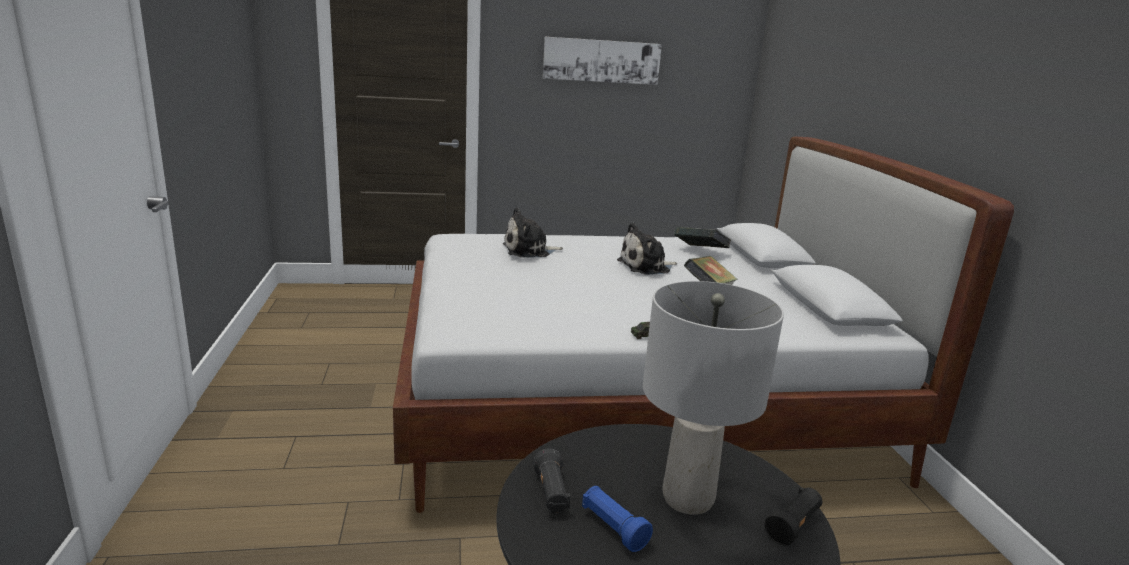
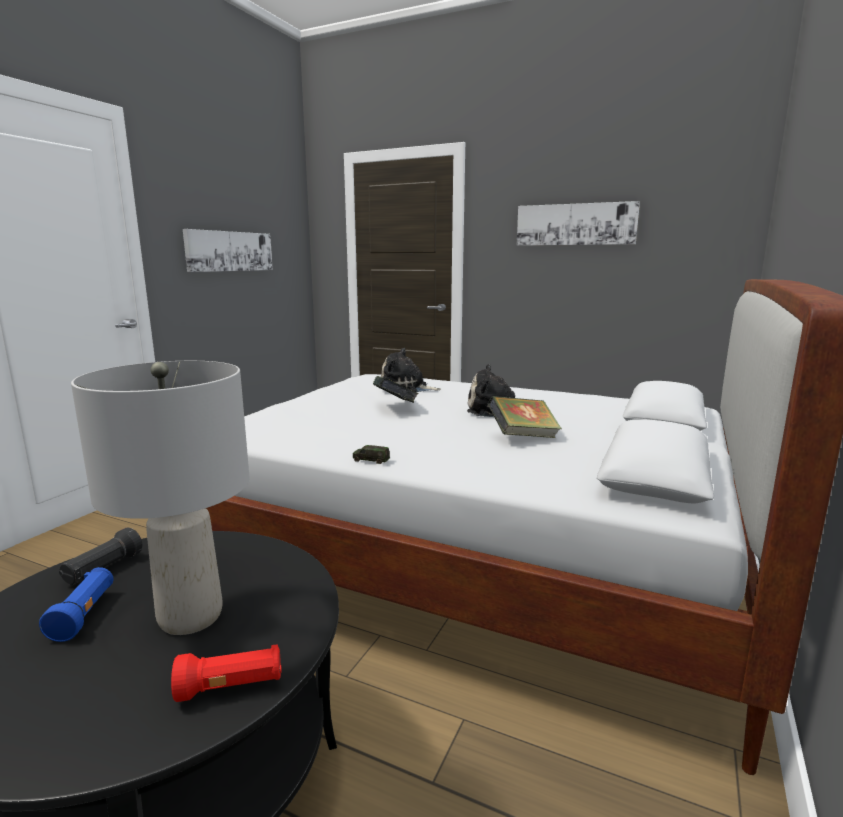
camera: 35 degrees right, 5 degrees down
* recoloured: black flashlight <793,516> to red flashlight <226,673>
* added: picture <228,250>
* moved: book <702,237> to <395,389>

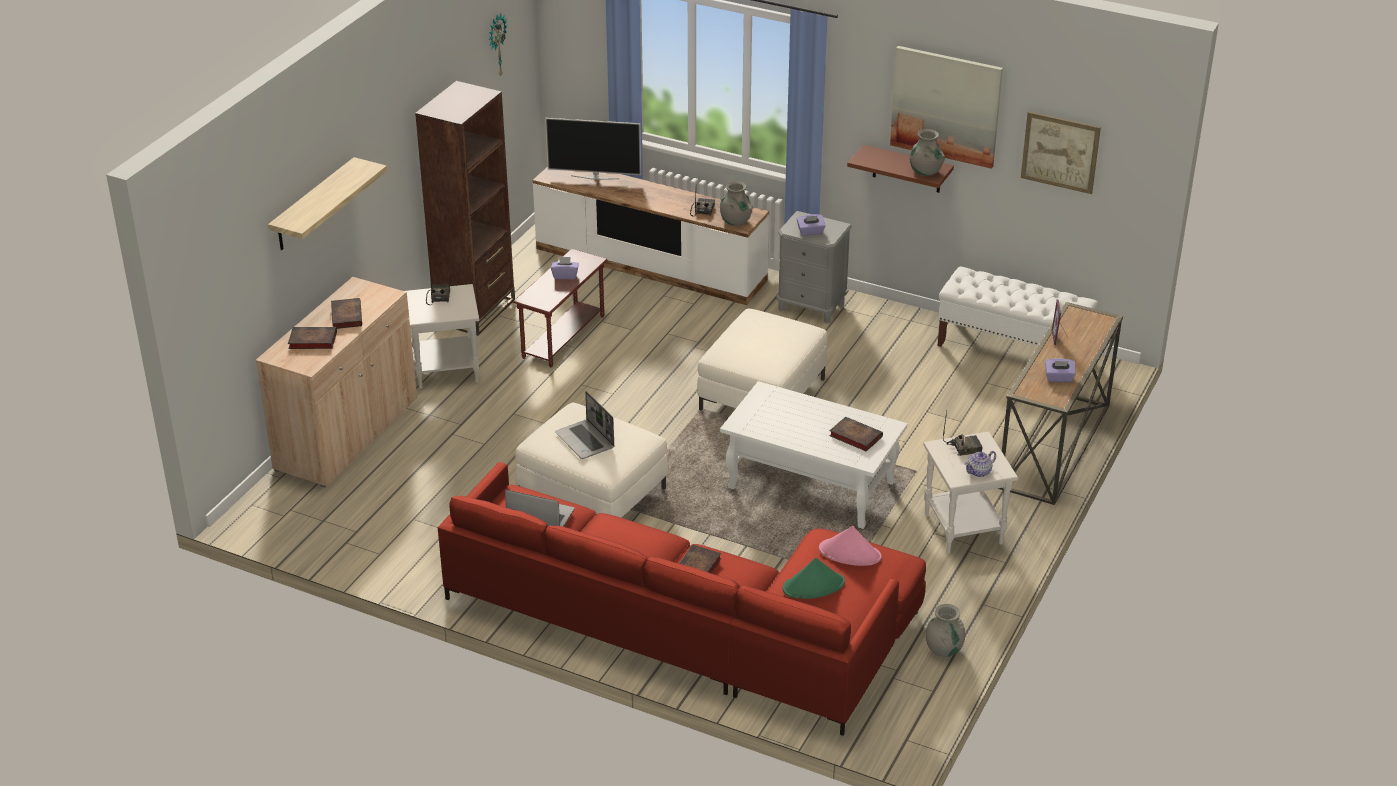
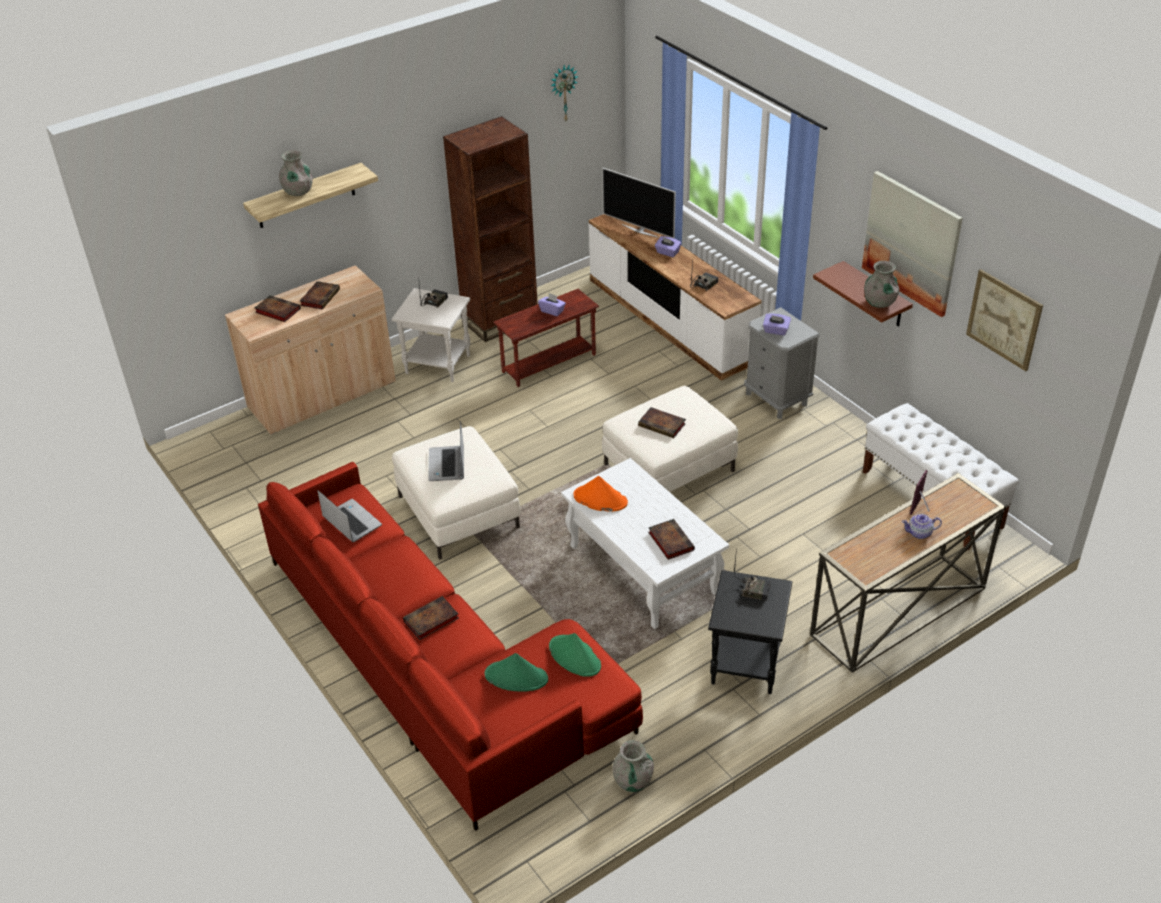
camera: 30 degrees right, 5 degrees up
* moved: grey vase <736,203> to <296,173>
* recoloured: pink hat <850,546> to green hat <575,655>
* added: orange hat <601,494>
* added: book <662,422>
* moved: purple tissue box <1060,370> to <668,246>
* recoloured: white side table <970,492> to black side table <750,632>
* moved: teapot <980,464> to <922,526>

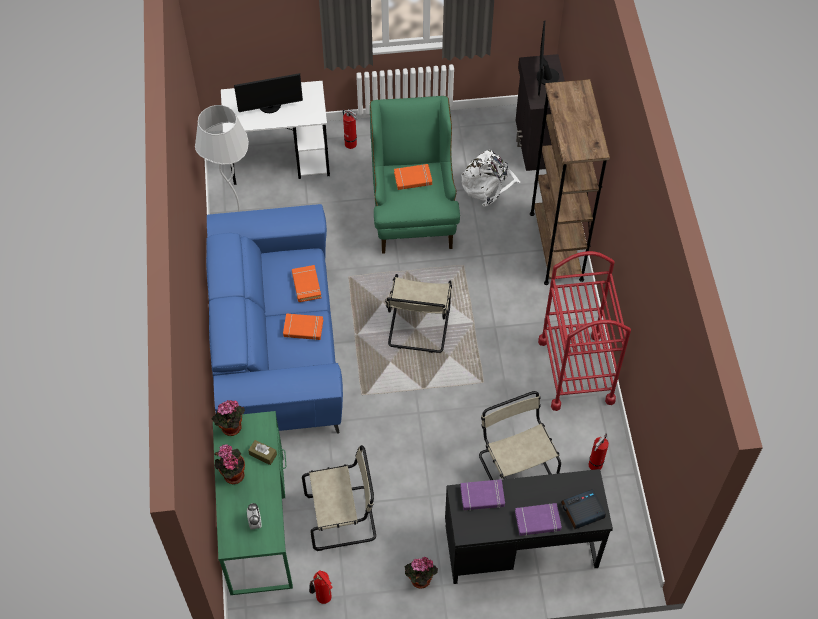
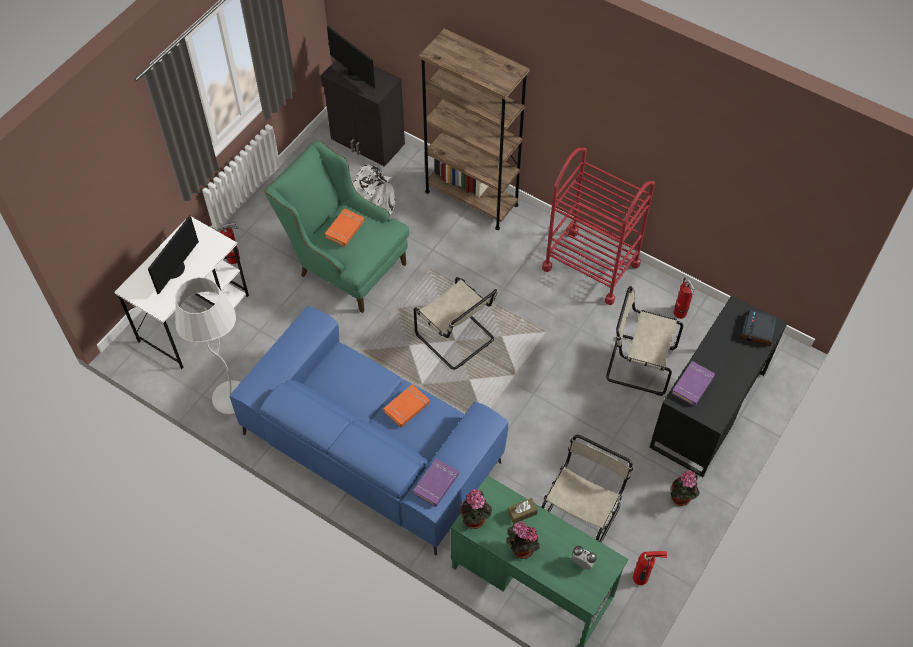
camera: 50 degrees left, 0 degrees up
* moved: purple book <538,519> to <436,482>
* removed: orange book <307,283>

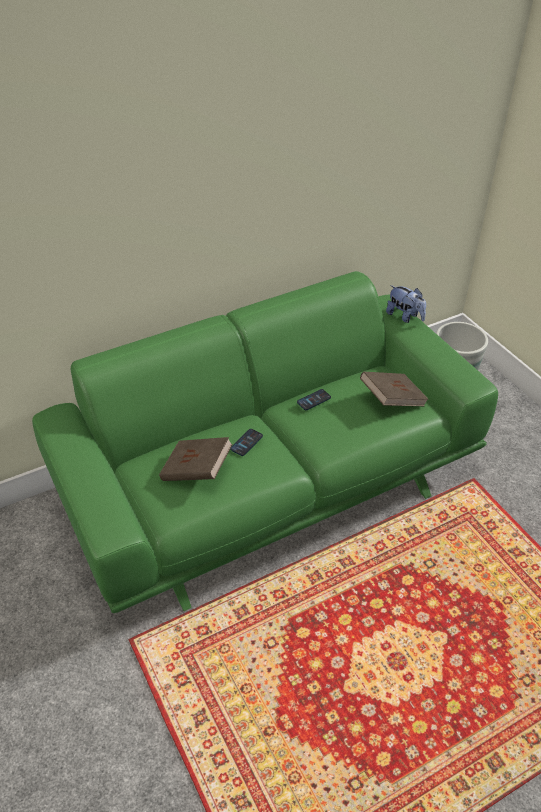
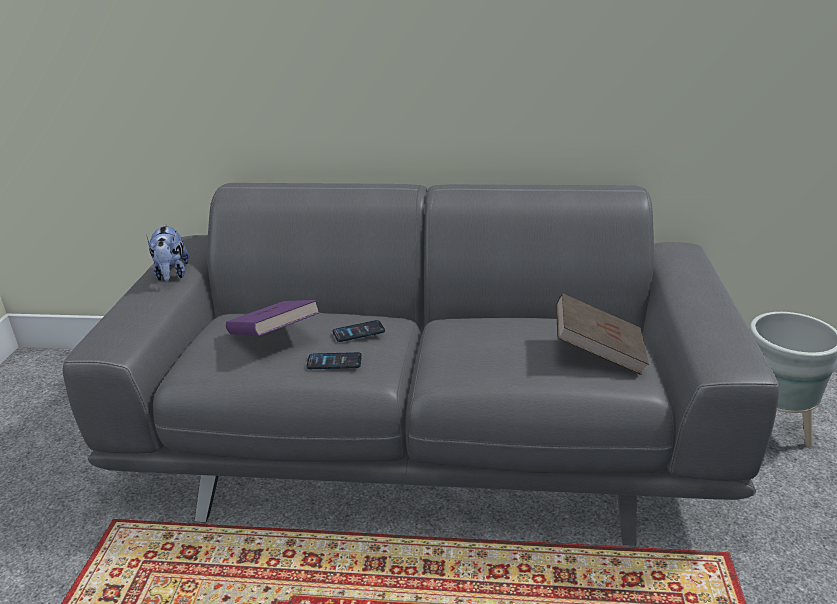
camera: 35 degrees right, 15 degrees down
* recoloured: green sofa <265,442> to grey sofa <420,364>
* moved: plush toy <406,304> to <167,252>
* recoloured: brown book <196,459> to purple book <273,318>
* moved: phone <314,399> to <334,360>

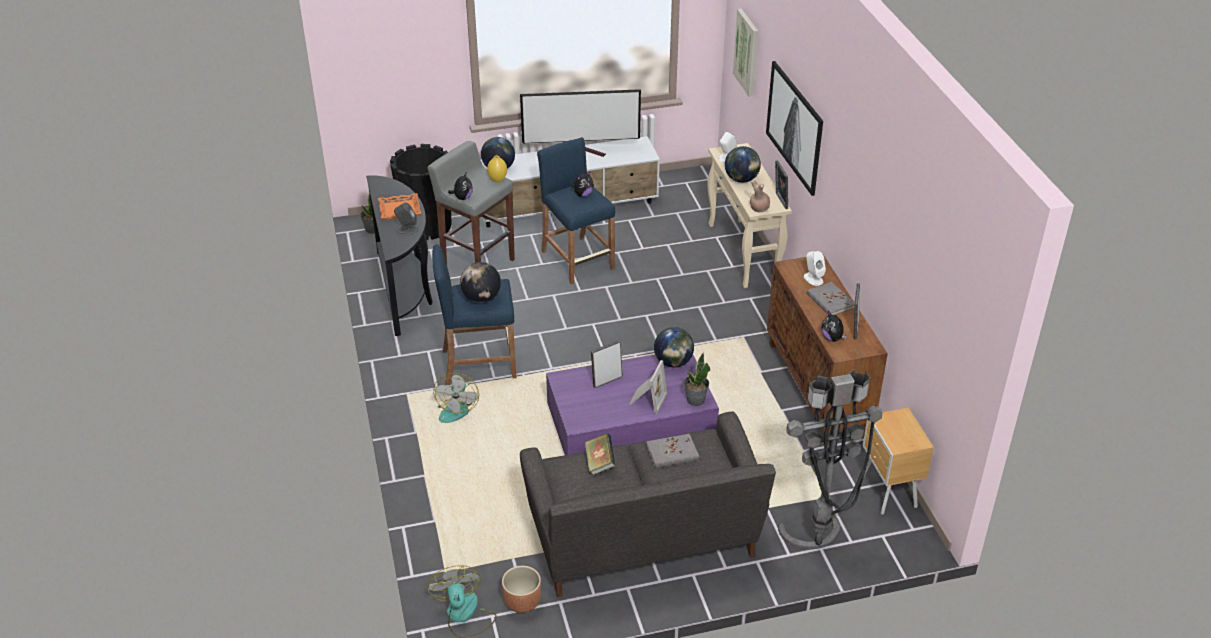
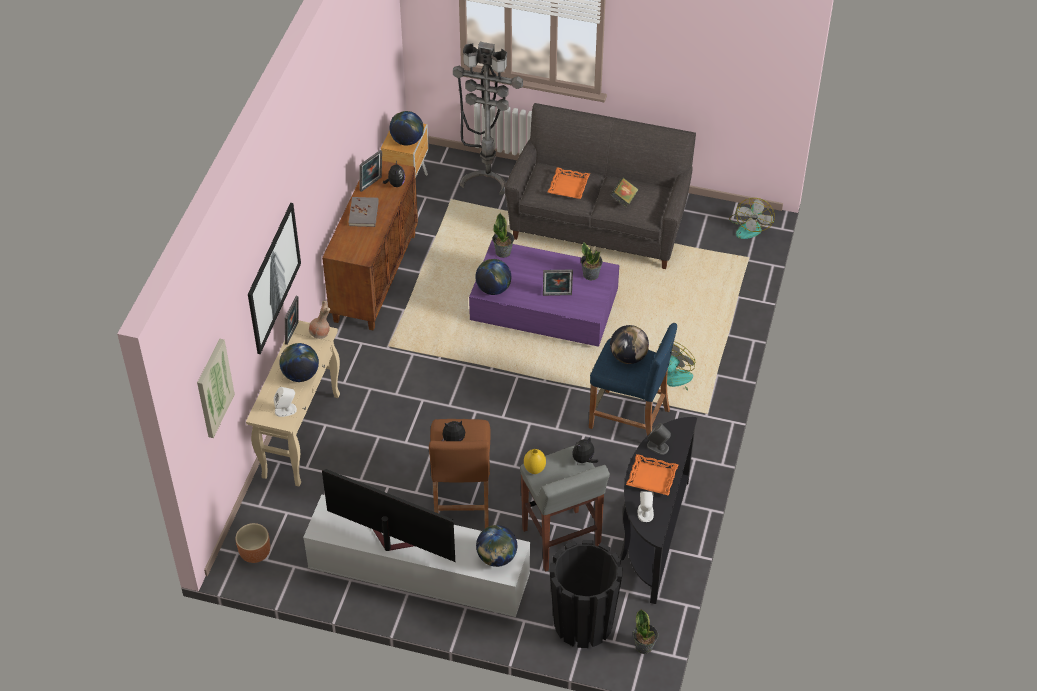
camera: 150 degrees left, 10 degrees up
* moved: brown planter <521,589> to <253,543>
* added: globe <407,128>
* recoloured: blue stool <576,211> to brown stool <460,473>
* replaced: grey book <672,451> to orange tray <569,183>
* added: potted plant <592,261>
* moved: white speaker <815,268> to <646,507>
* removed: picture frame <648,387>

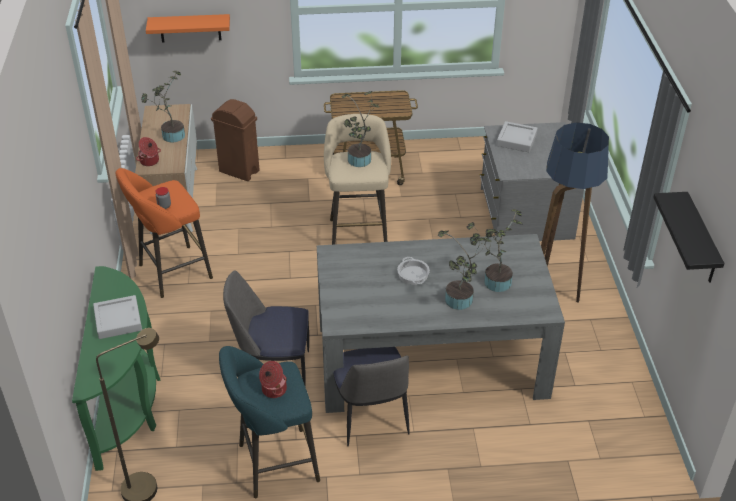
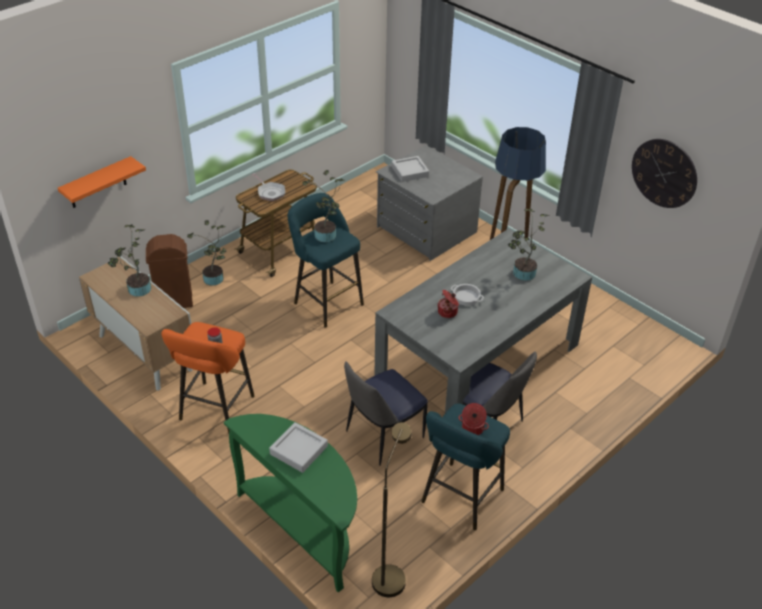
camera: 40 degrees left, 0 degrees up
* moved: potted plant <464,266> to <207,253>
* added: frying pan <268,187>
* recoloured: beige stool <357,179> to turquoise stool <326,260>
* moved: cooking pot <148,151> to <448,304>
* replaced: black shelf <688,237> to wall clock <664,173>

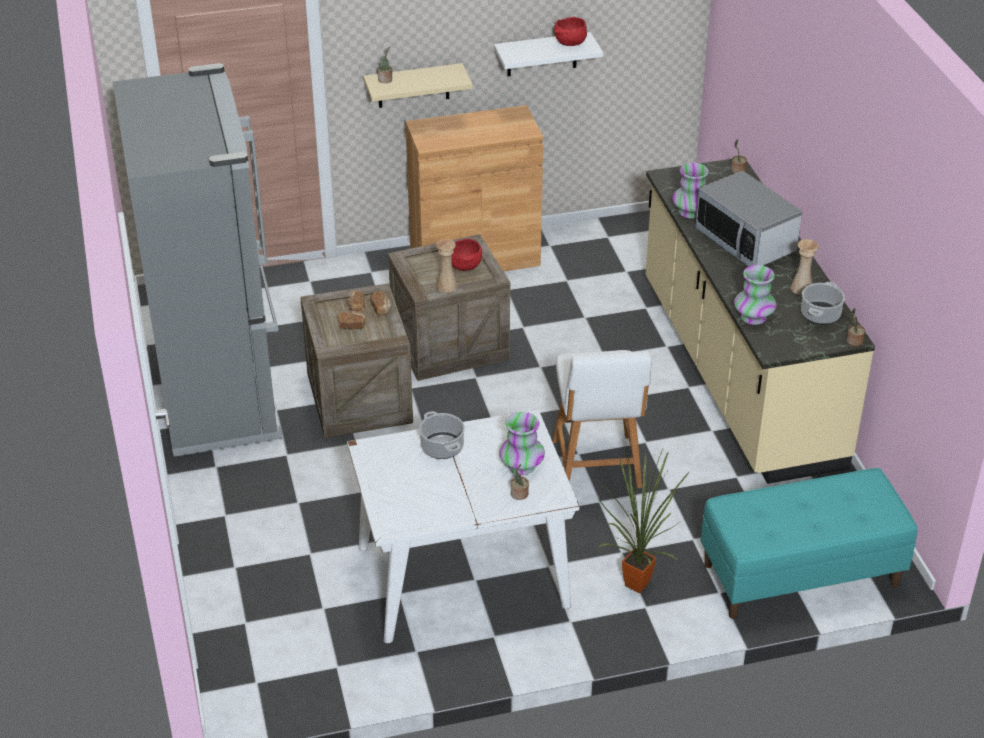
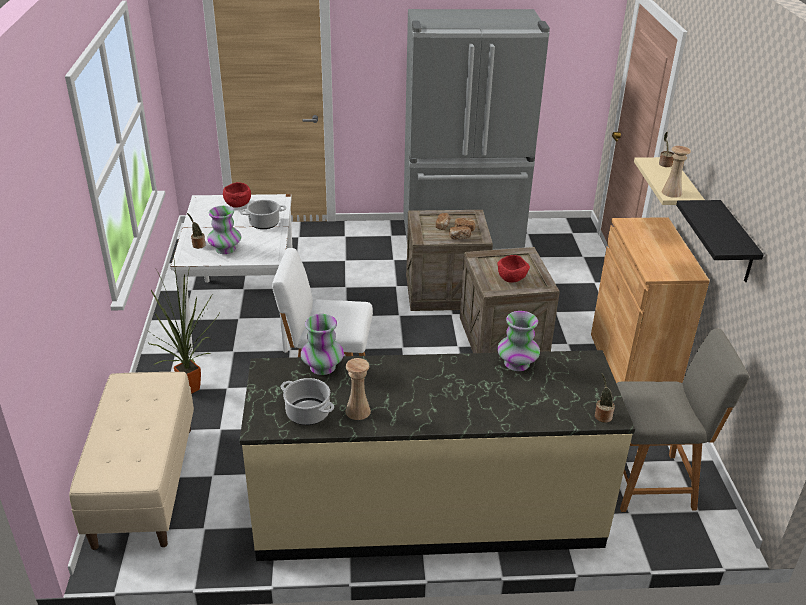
camera: 100 degrees right, 5 degrees down
* recoloured: turquoise bench <809,543> to beige bench <131,461>
* moved: red bowl <570,31> to <237,195>
* added: grey chair <683,420>
* moved: beige vase <446,265> to <676,172>
* recoloured: white shelf <548,54> to black shelf <720,241>
* removed: microwave <749,219>
* removed: potted plant <856,327>

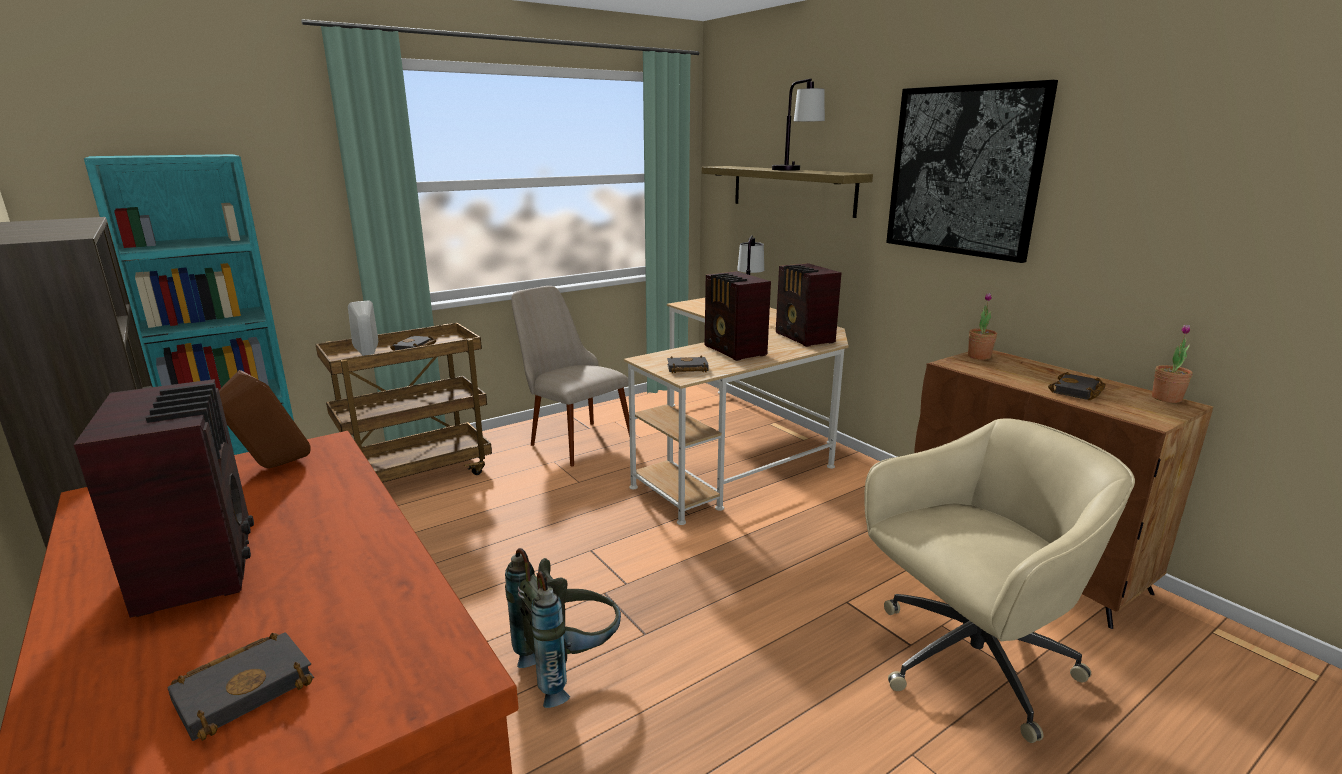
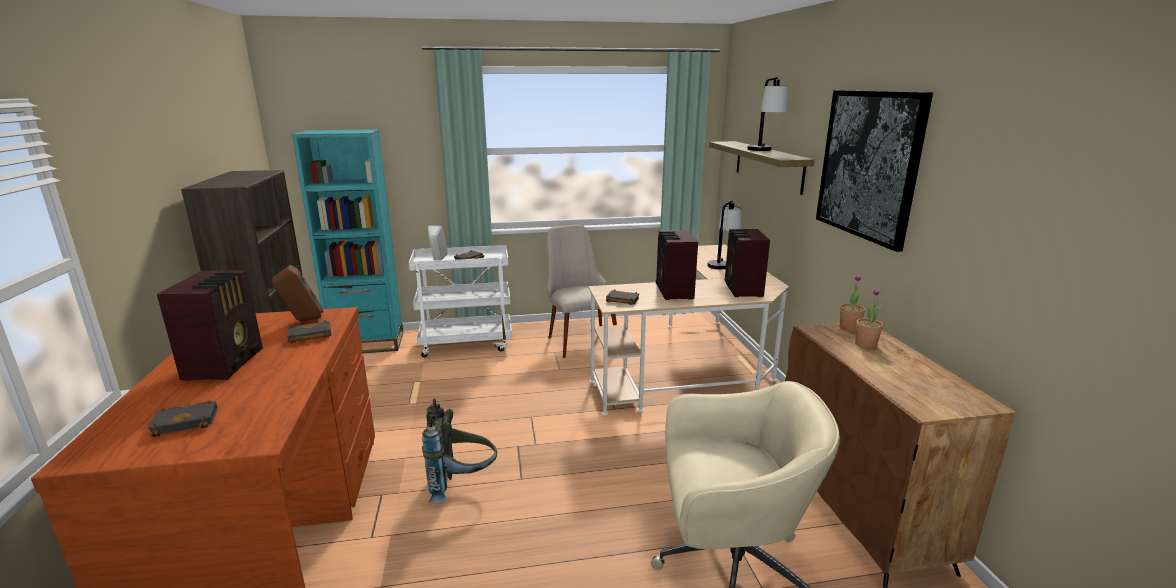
camera: 25 degrees right, 0 degrees up
* moved: black book <1077,386> to <309,331>
* recoloured: brown cart <403,402> to white cart <460,301>
* moved: potted plant <1172,363> to <869,318>

